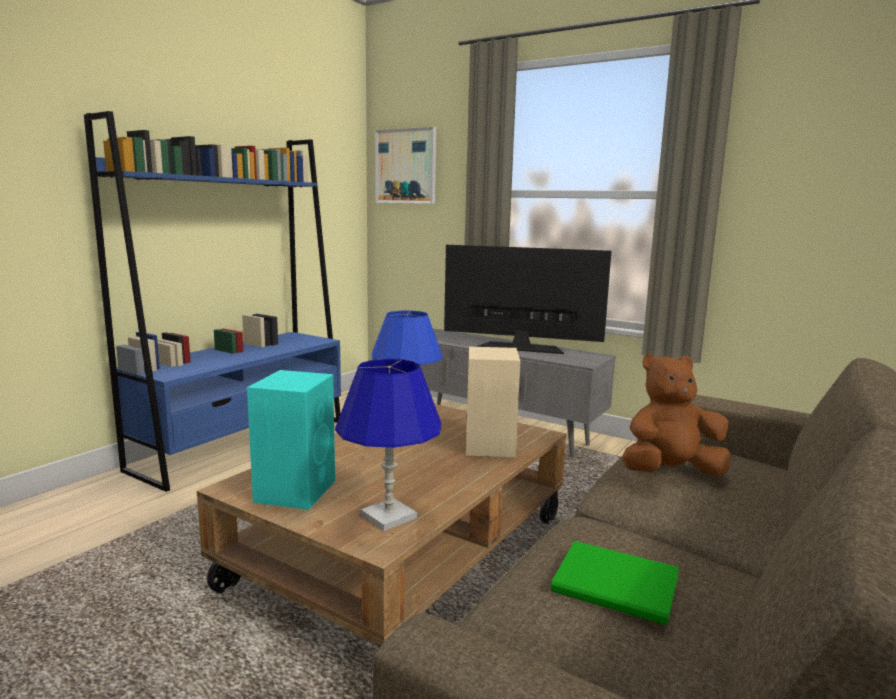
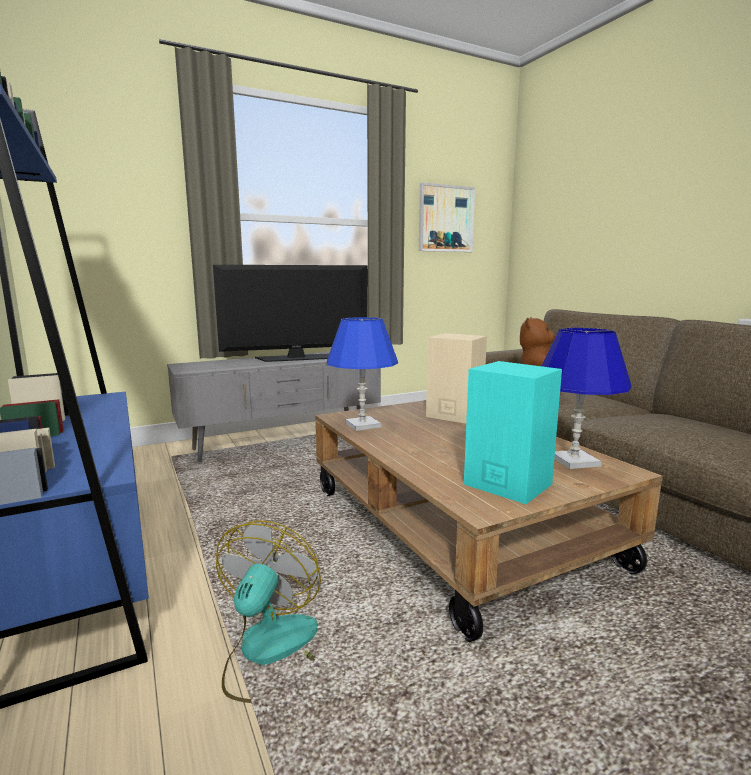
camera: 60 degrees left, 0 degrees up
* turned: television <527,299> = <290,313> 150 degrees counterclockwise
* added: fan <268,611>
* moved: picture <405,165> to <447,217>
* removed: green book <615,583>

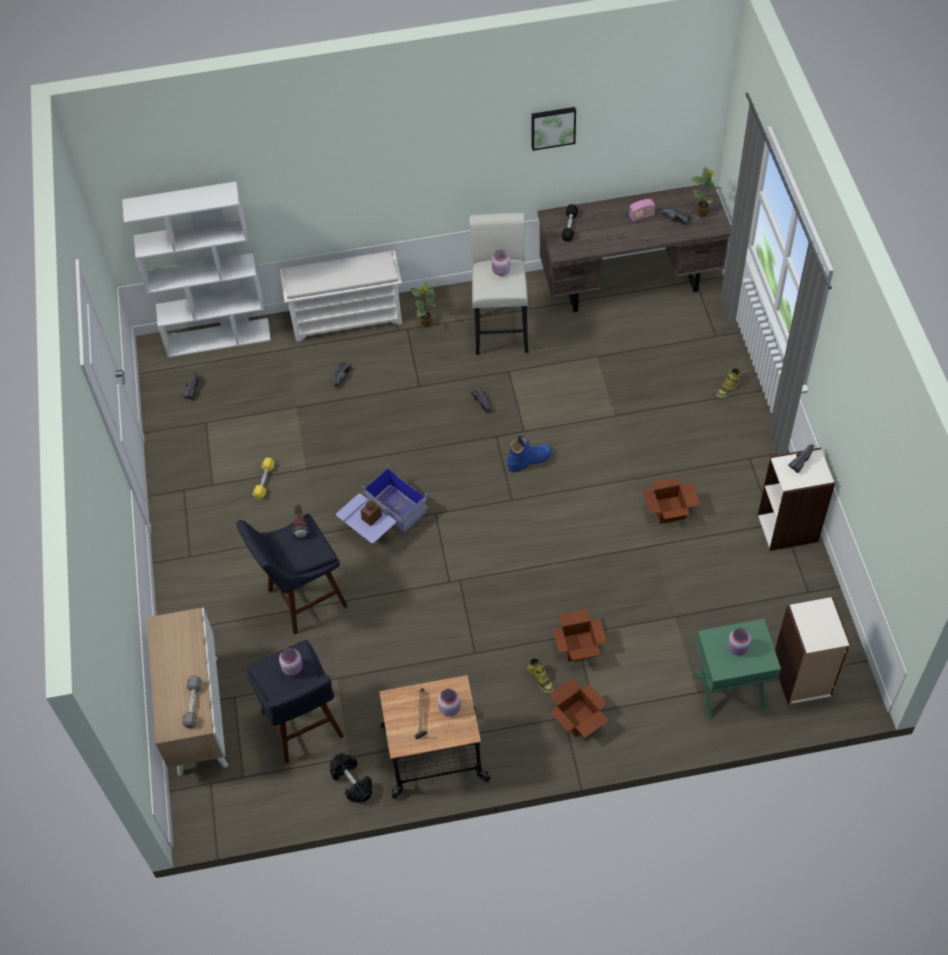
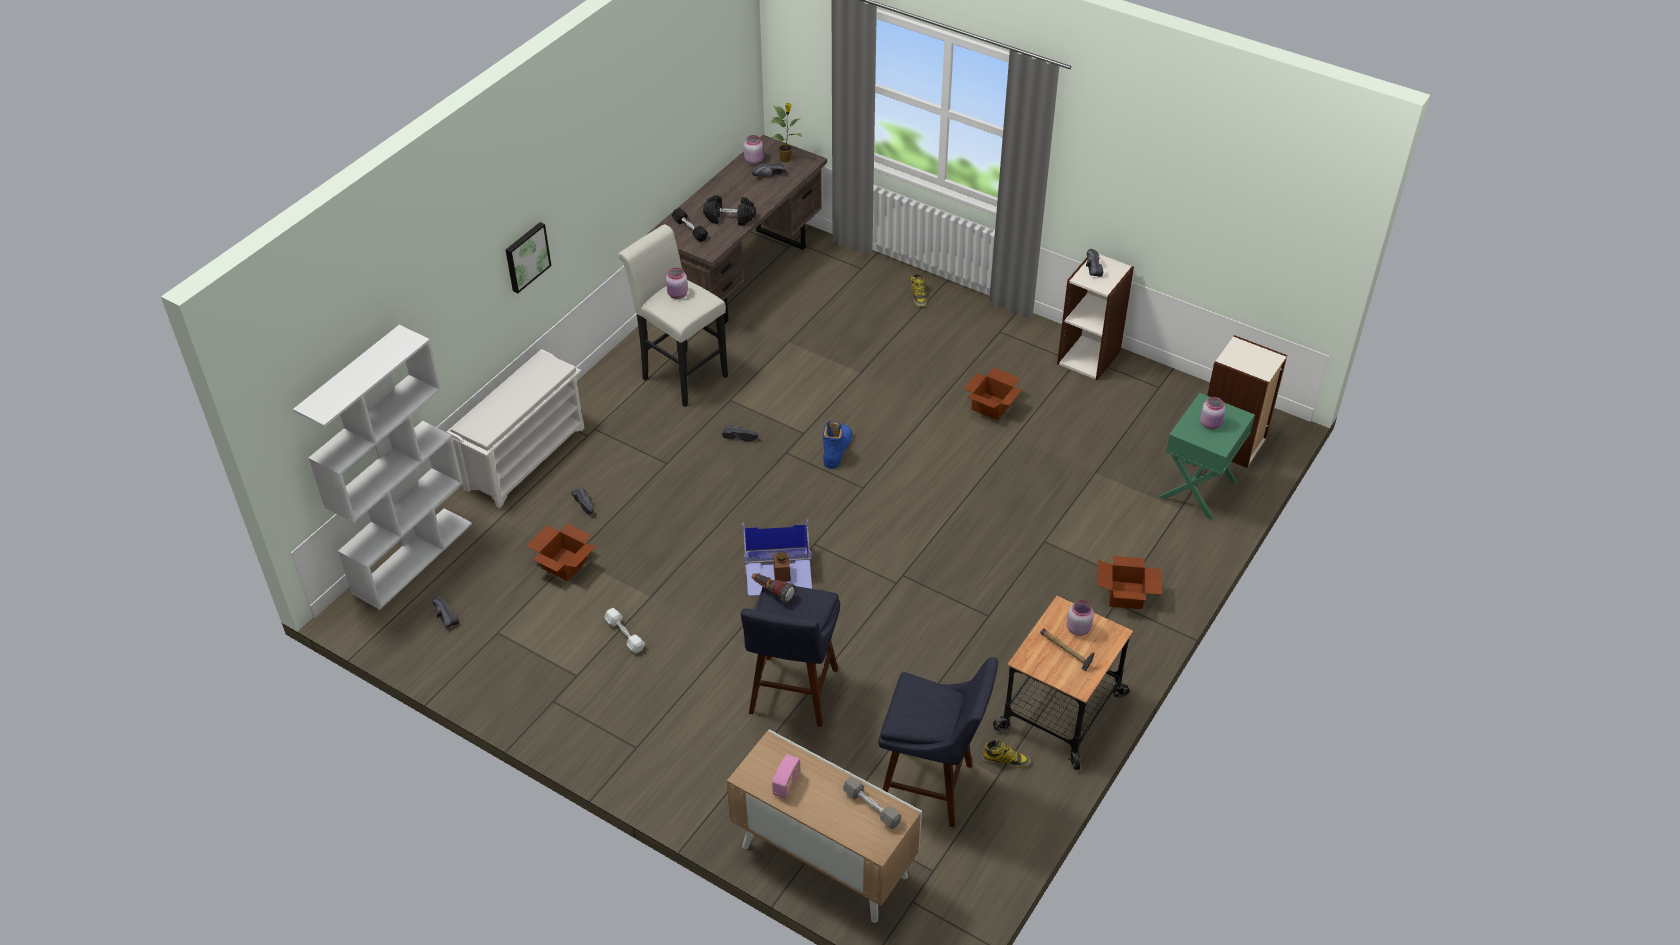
camera: 50 degrees left, 10 degrees down
* moved: picture <553,129> to <528,257>
* moved: cardboard box <580,635> to <561,553>
* recoloured: yellow dumbbell <263,478> to white dumbbell <624,631>
* moved: black dumbbell <351,778> to <729,210>
* moved: pink jar <291,662> to <754,149>
* moved: radio <642,210> to <786,776>
* moved: boot <541,676> to <1006,753>
* removed: potted plant <423,304>

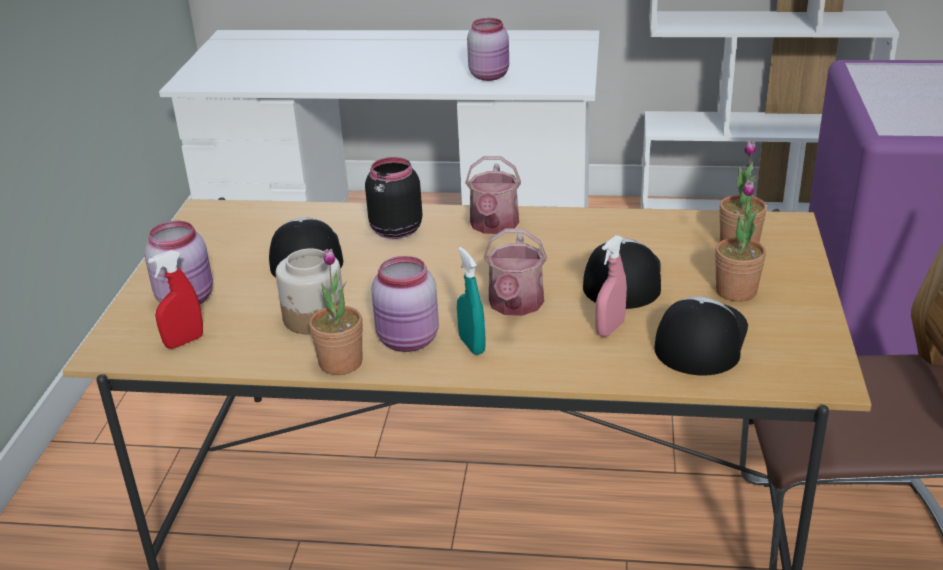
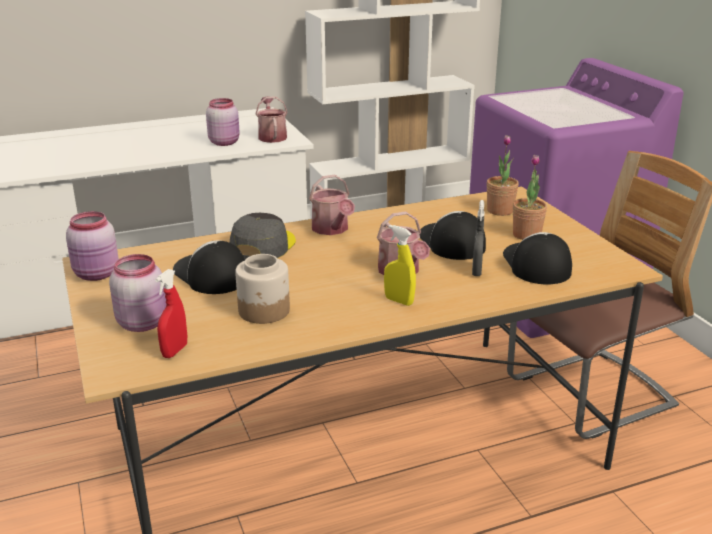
camera: 30 degrees left, 5 degrees down
* moved: pink jar <405,304> to <92,246>
* replaced: black jar <393,198> to grey cap <263,236>
* added: watering can <272,119>
* recoloured: turquoise spray bottle <471,301> to yellow spray bottle <400,265>
* recoloured: pink spray bottle <611,286> to grey spray bottle <478,238>
* removed: potted plant <336,312>

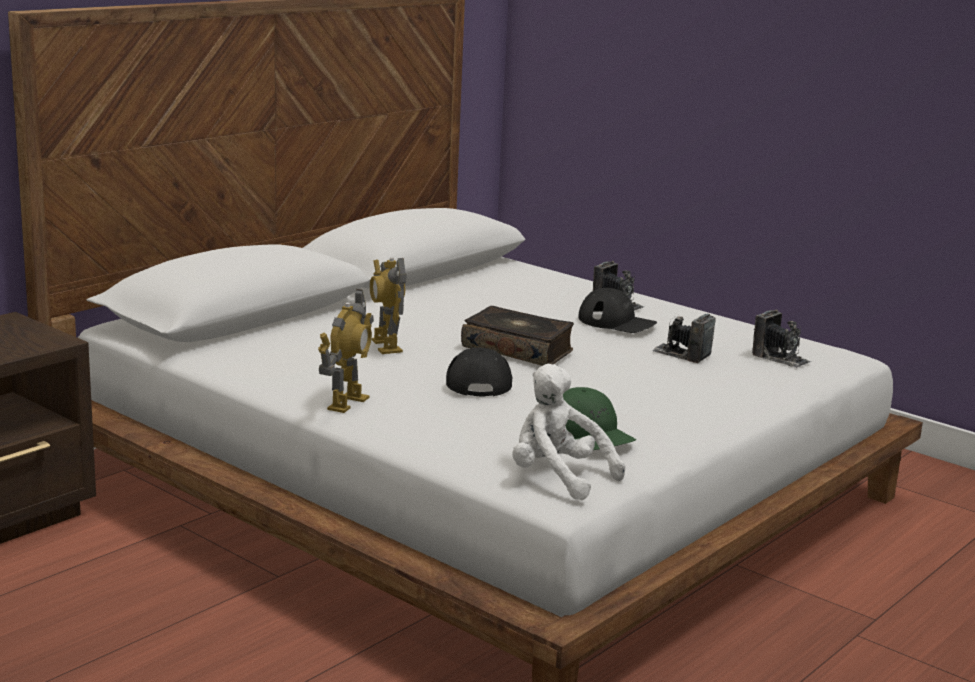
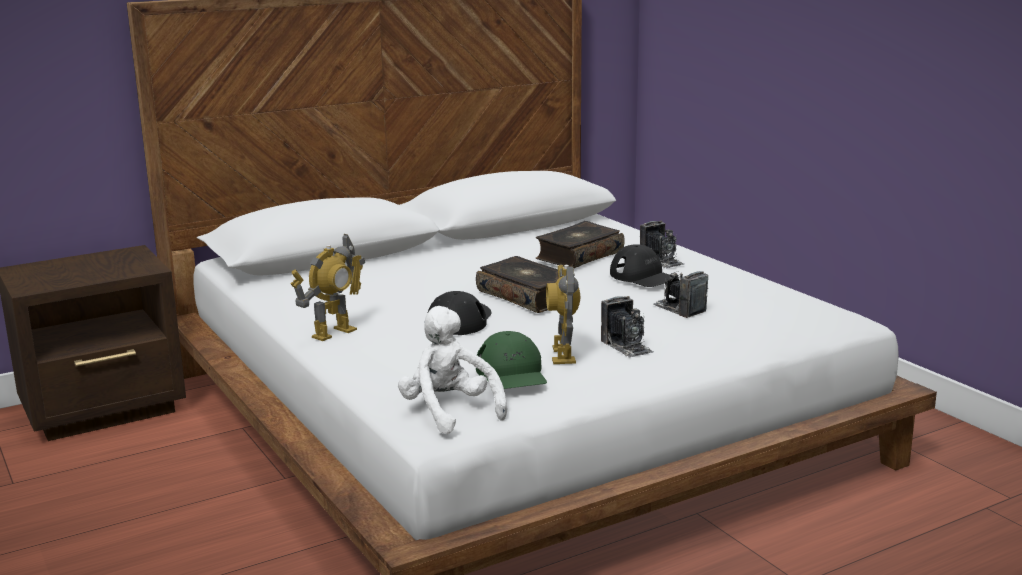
camera: 20 degrees right, 0 degrees up
* added: book <580,244>
* moved: toy robot <388,305> to <563,314>
* moved: photo camera <781,339> to <627,327>

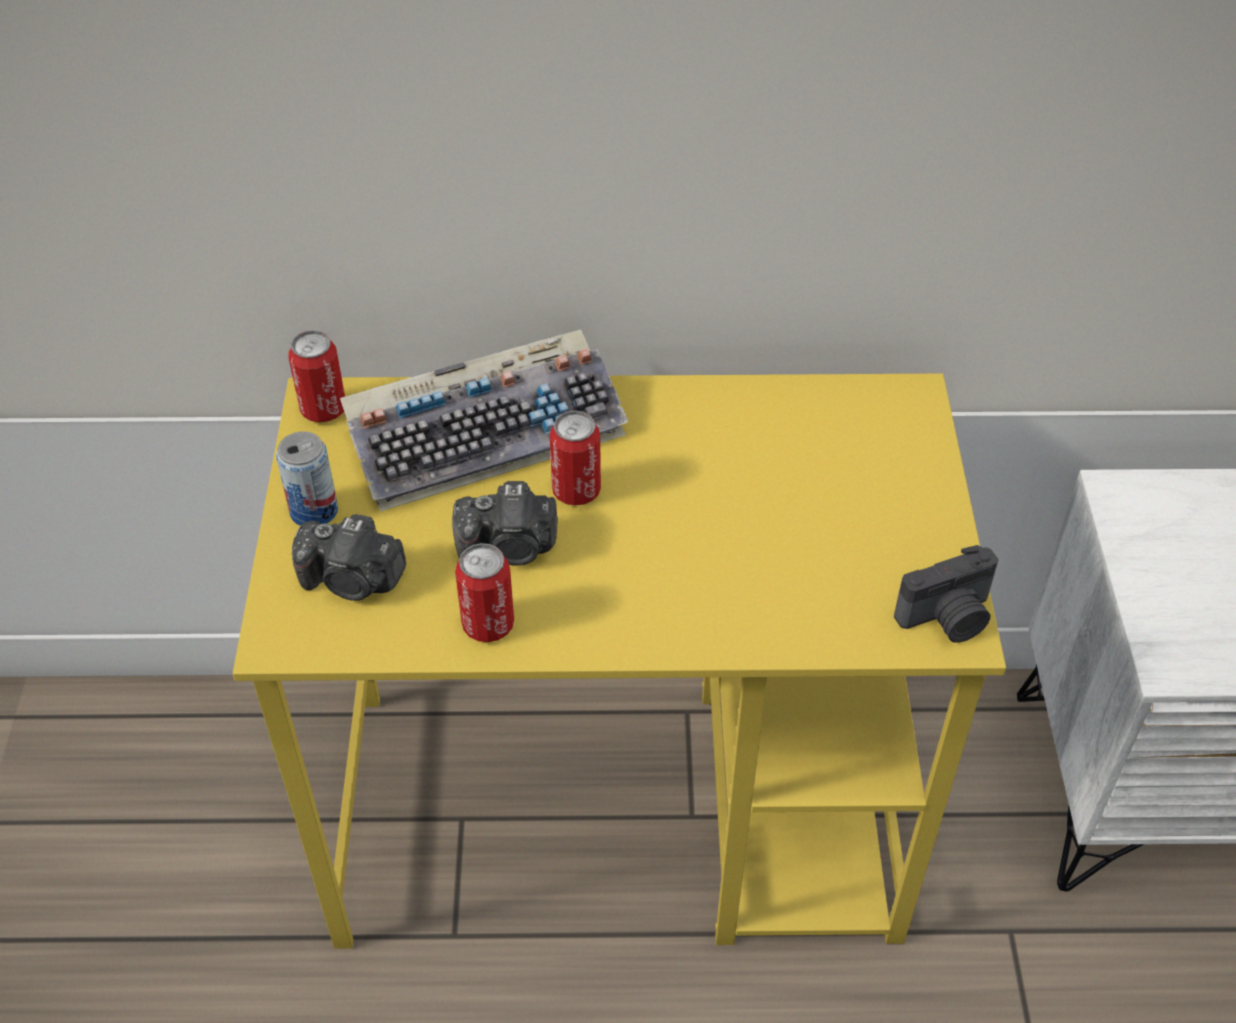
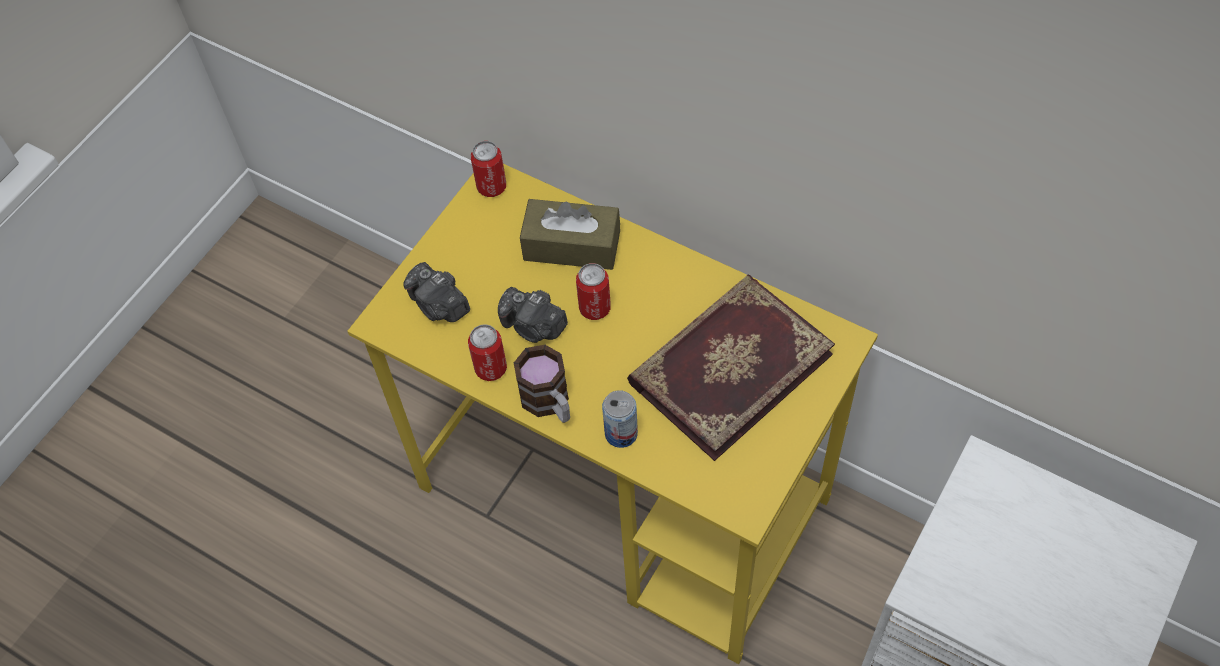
camera: 35 degrees right, 10 degrees up
* added: mug <542,384>
* replaced: keyboard <484,420> to brown tissue box <570,234>
* moved: can <307,479> to <620,419>
* added: book <731,367>
* removed: photo camera <946,594>

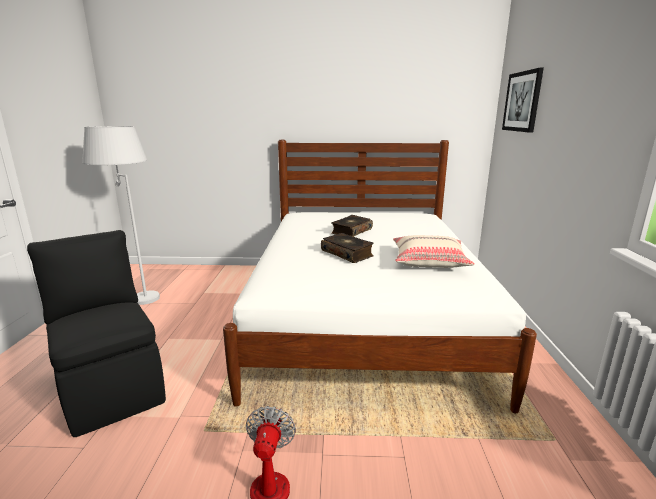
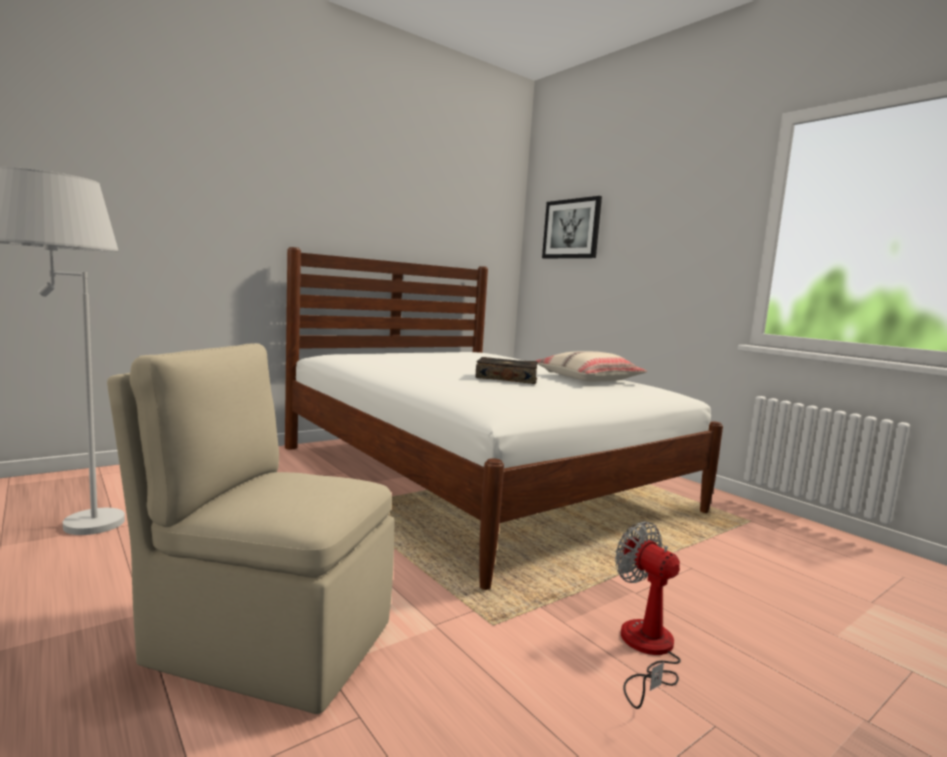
camera: 40 degrees left, 10 degrees down
* recoloured: black chair <96,333> to beige chair <251,528>
* removed: book <352,226>

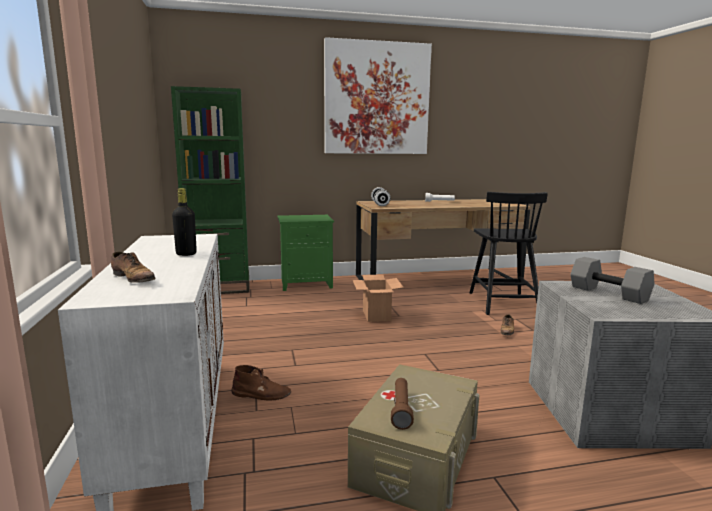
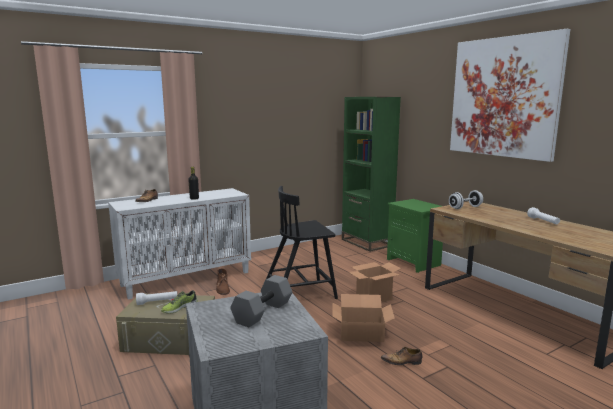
camera: 70 degrees right, 0 degrees up
* recoloured: brown flashlight <402,404> to white flashlight <156,298>
* added: shoe <179,301>
* moved: black chair <508,253> to <302,242>
* added: cardboard box <363,318>

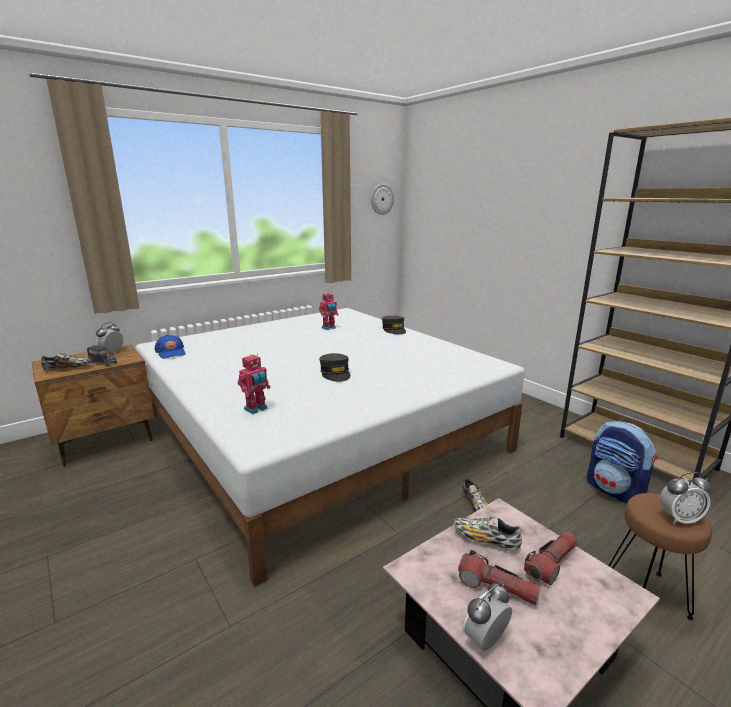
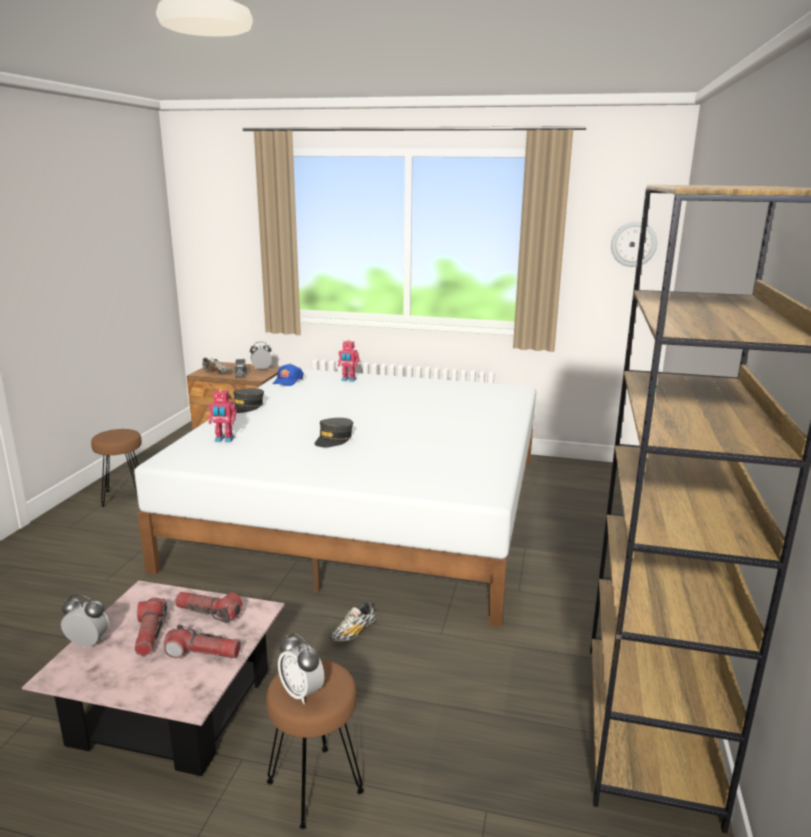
camera: 50 degrees right, 0 degrees up
* added: brown stool <116,468>
* replaced: shoe <487,533> to flashlight <208,607>
* moved: grey cap <394,324> to <248,400>
* moved: toy robot <329,311> to <348,361>
* removed: backpack <622,462>

